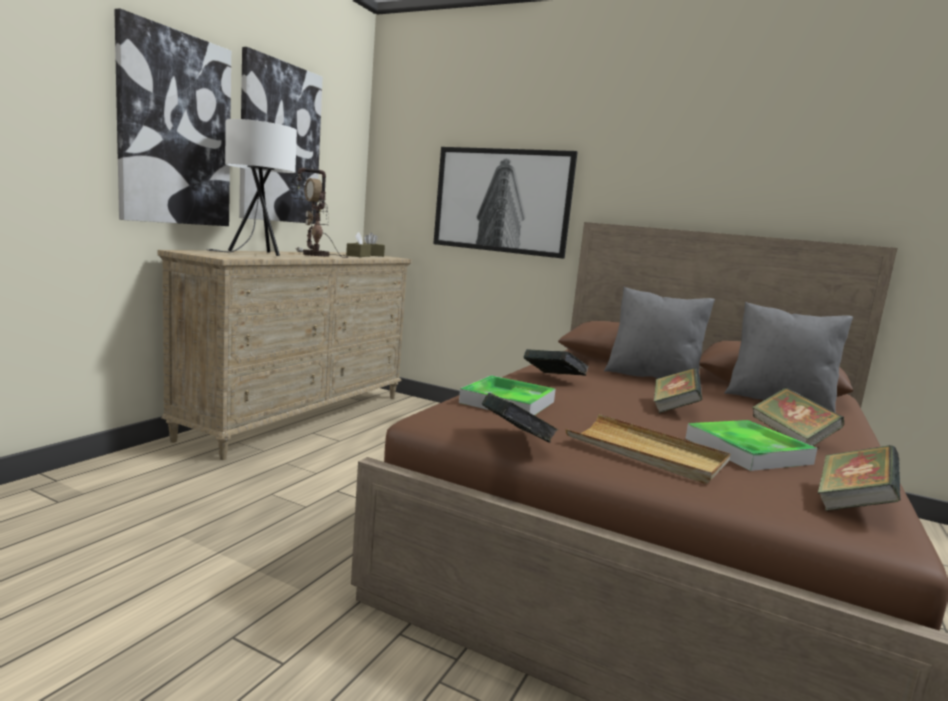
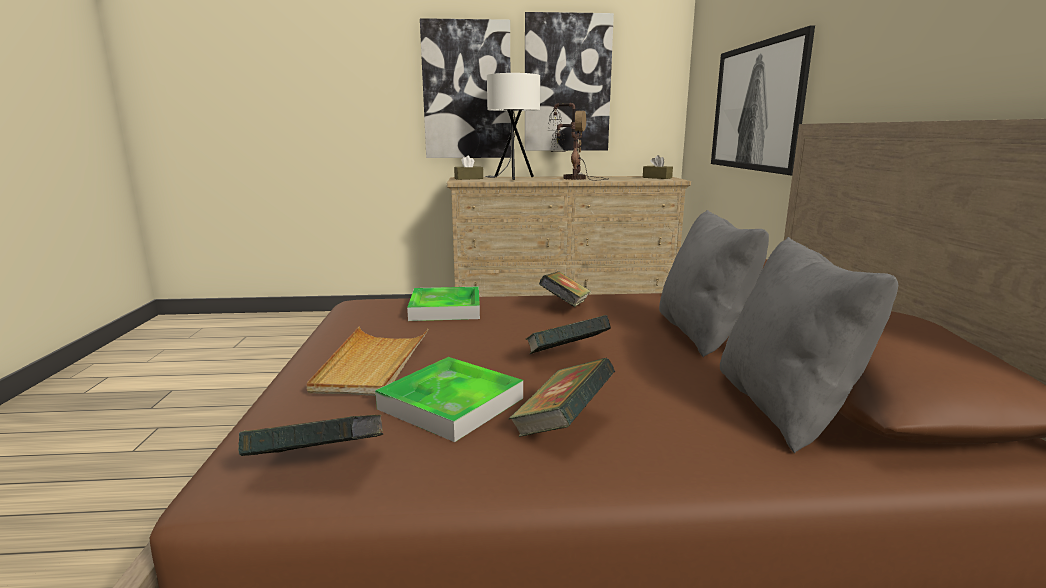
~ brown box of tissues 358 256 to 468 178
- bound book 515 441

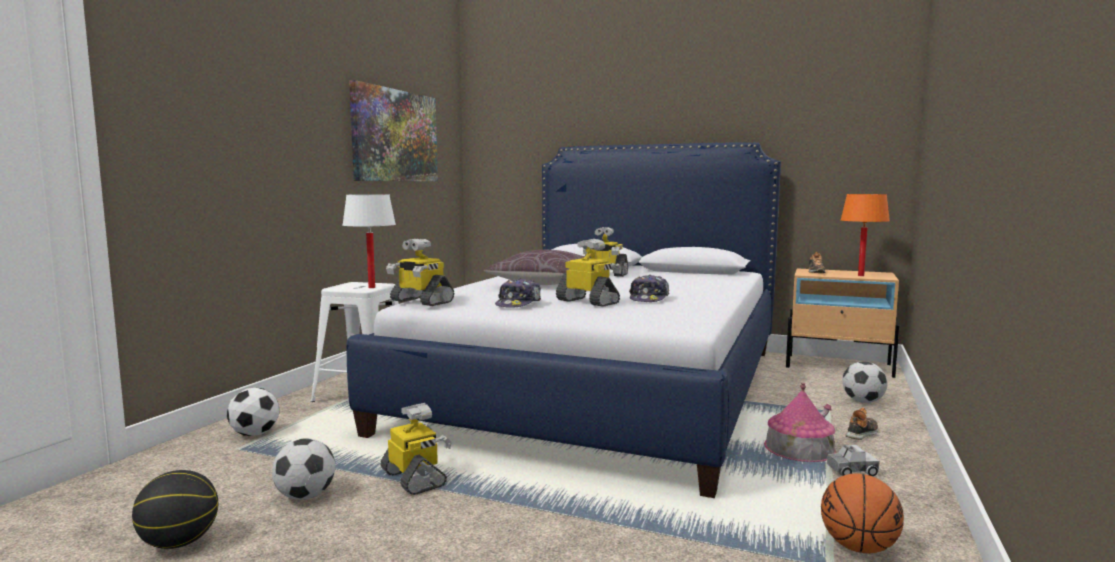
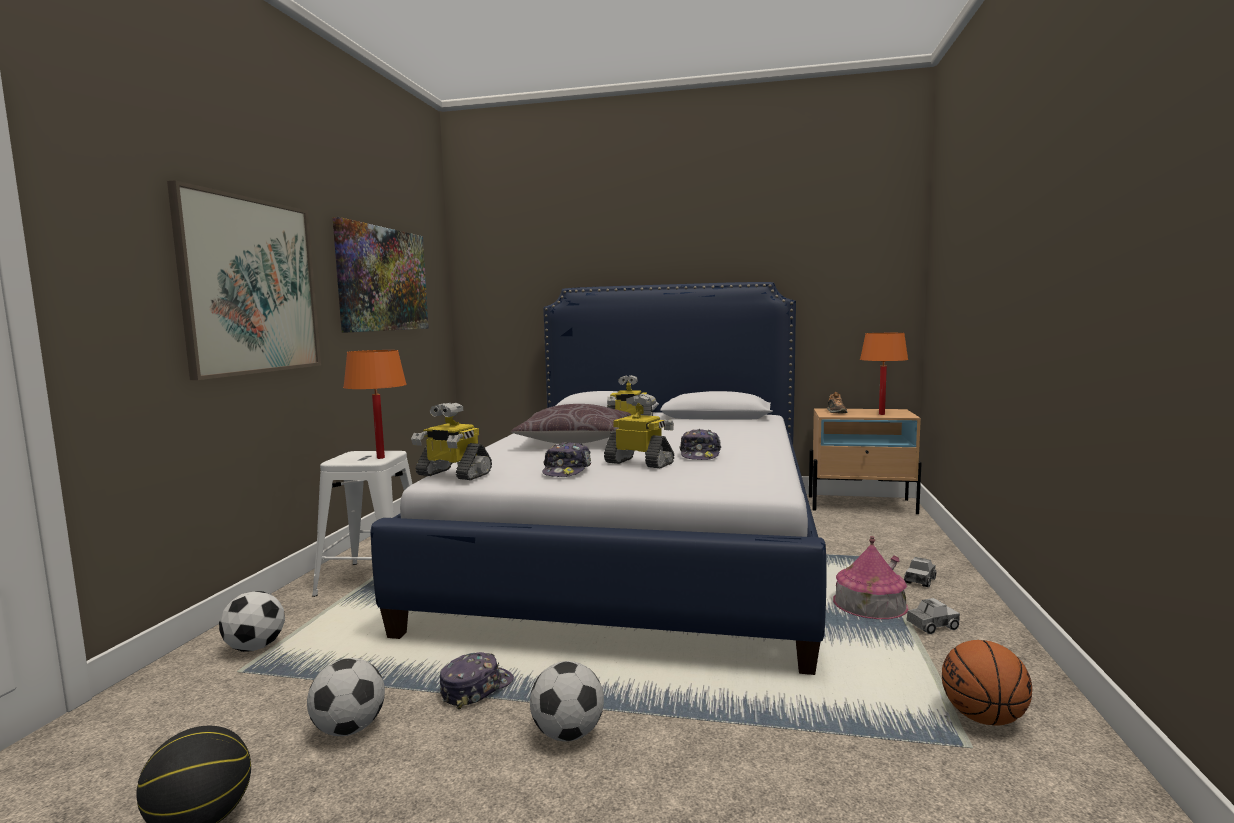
~ white lamp for a table 371 287 to orange-coloured lamp for a table 380 458
~ robot figure 415 479 to cap 476 688
~ football 863 401 to 568 734
~ item of footwear 862 433 to model truck 920 580
+ wall art 251 286

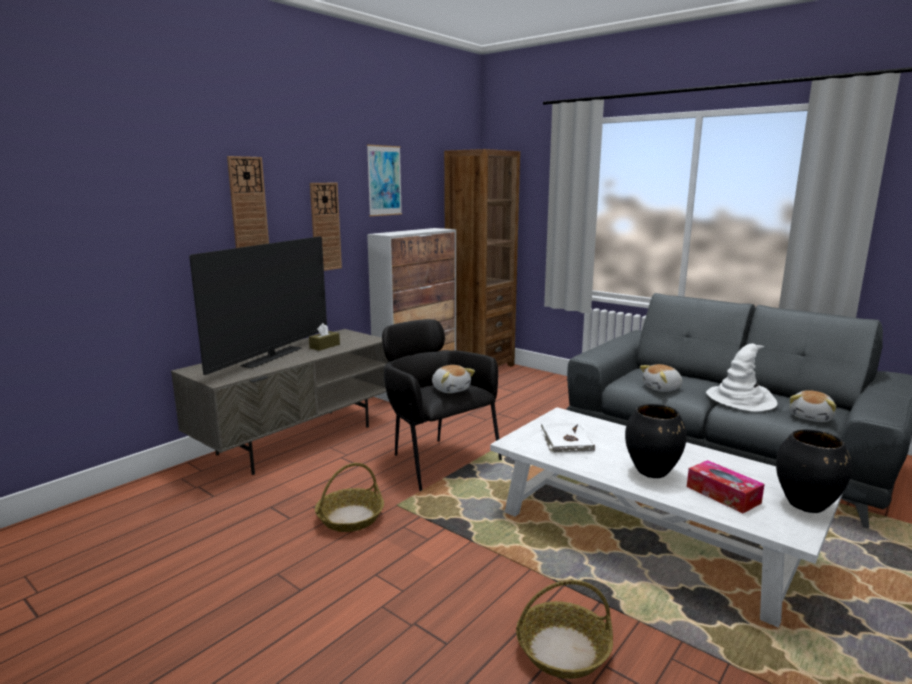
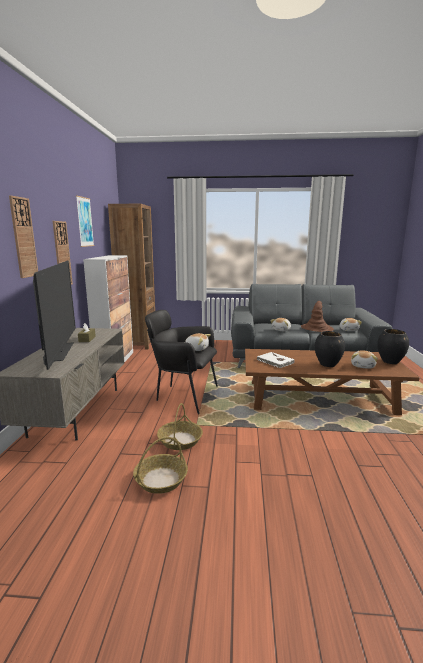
~ white low table 649 532 to brown low table 319 397
~ storage basket 562 650 to 161 480
~ box of tissues 723 494 to soft toy 363 366
~ white clothing hat 741 399 to brown clothing hat 317 328

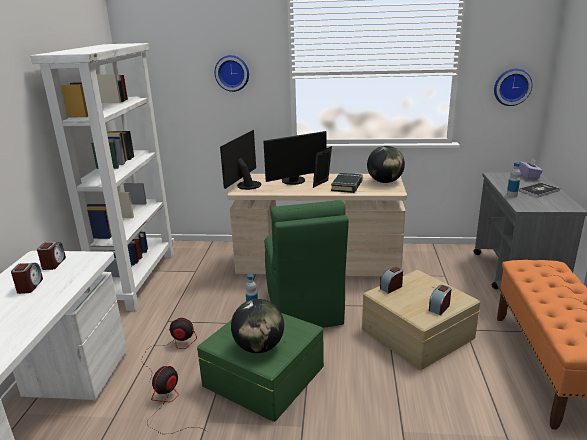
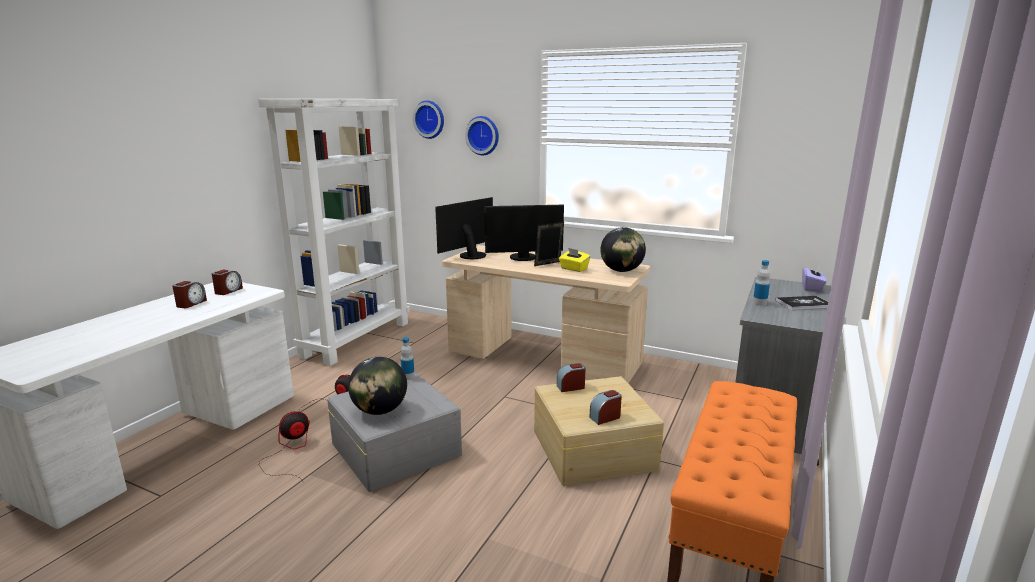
~ green-coloured storage box 263 375 to grey storage box 396 448
- green-coloured plain chair 303 308
~ black-coloured bound book 347 186 to yellow-coloured box of tissues 573 269
~ wall clock 511 87 to 430 119

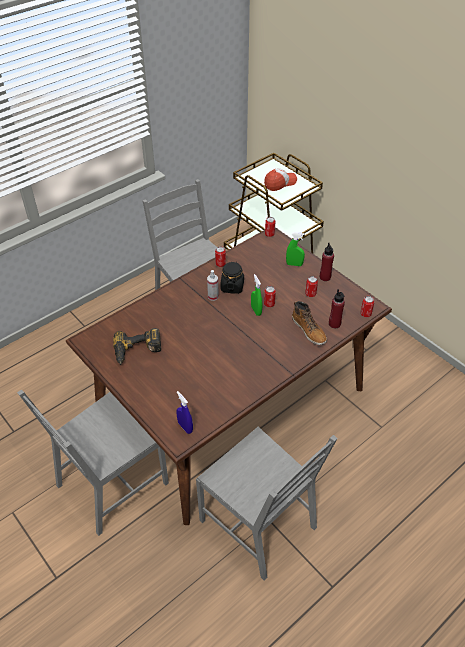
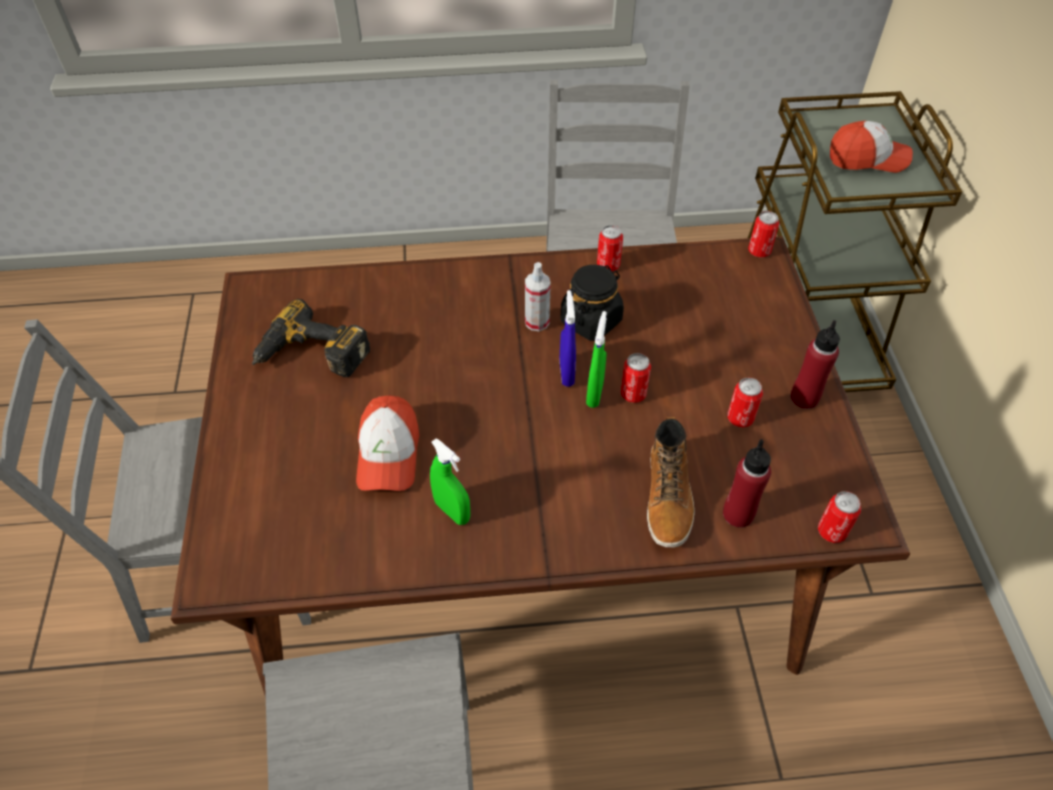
~ blue-coloured sprayer 185 427 to 566 373
~ green-coloured sprayer 294 264 to 452 511
+ cap 388 454

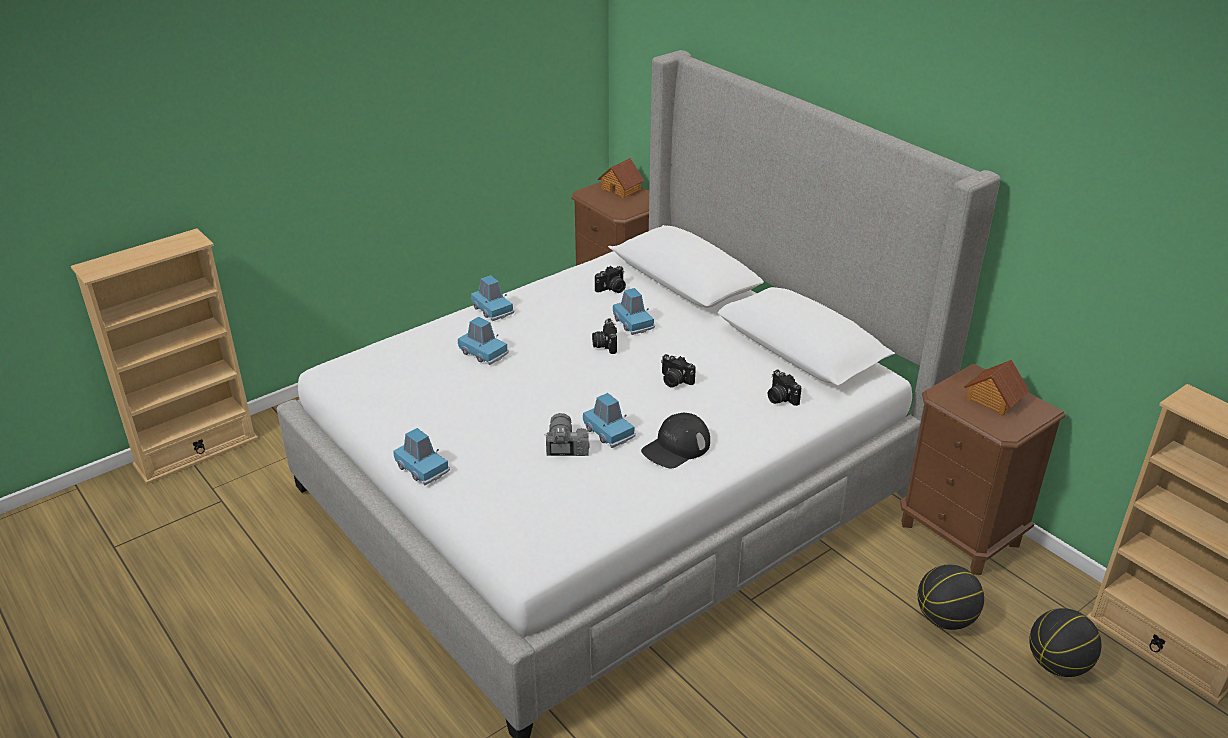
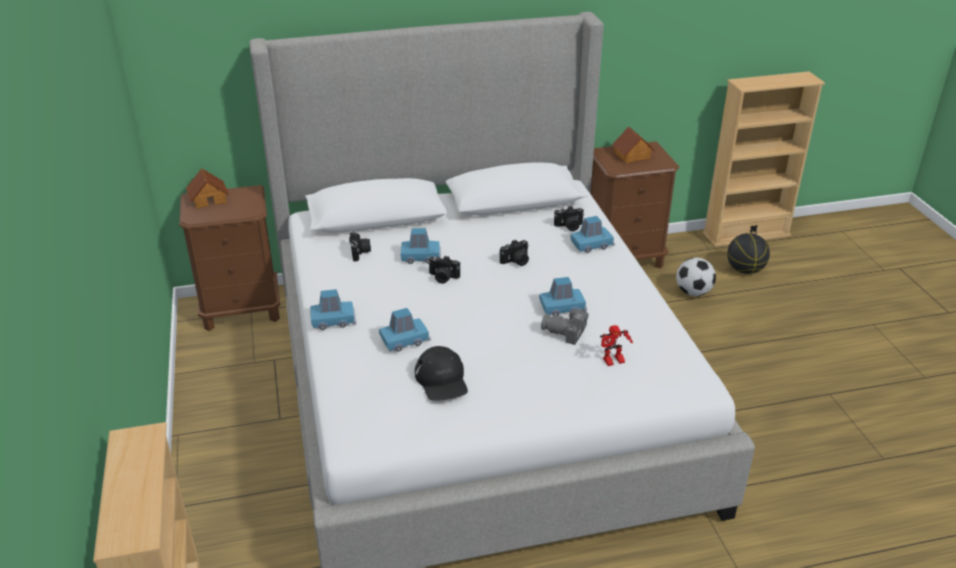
~ blue-coloured model car 422 468 to 592 245
~ black-coloured cap 676 447 to 442 380
~ ball for basketball 945 619 to football 693 292
+ robot figure 613 362

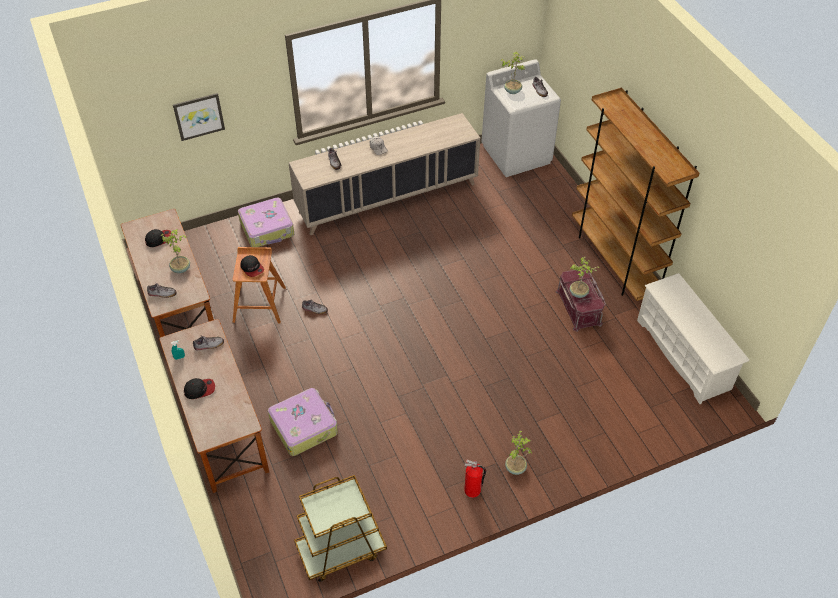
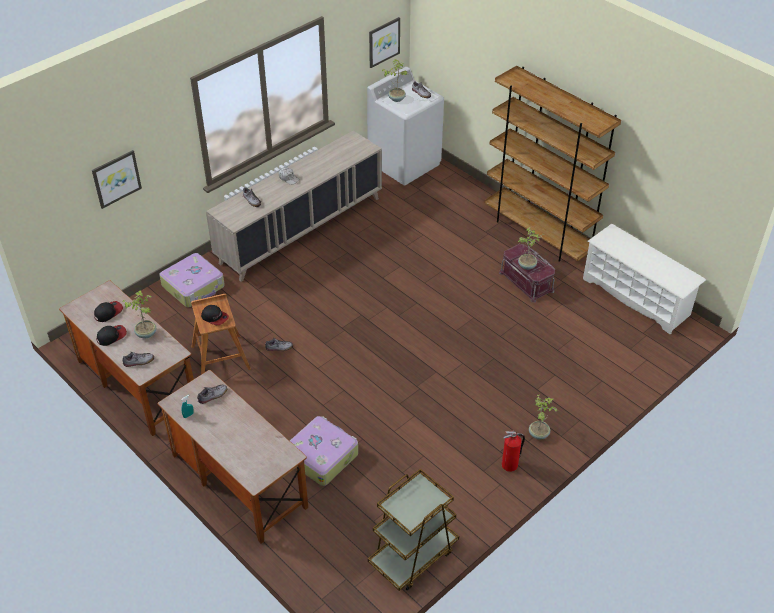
~ cap 200 389 to 111 336
+ wall art 383 42

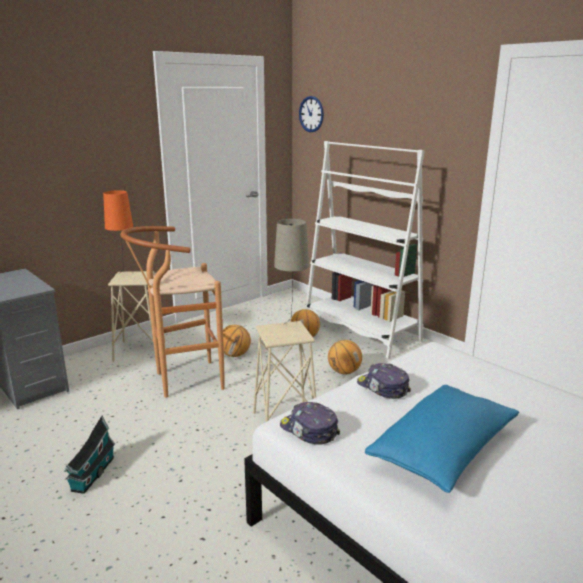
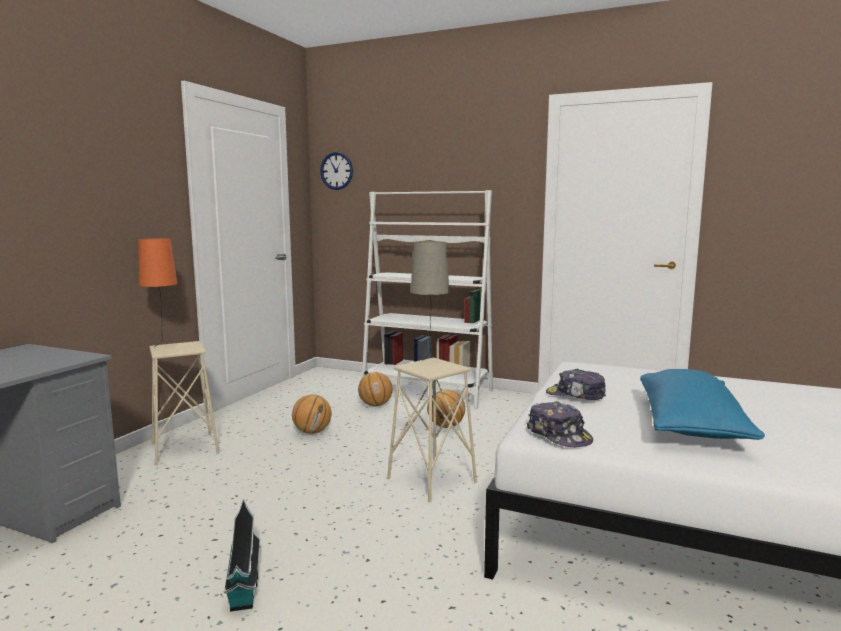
- brown stool seat 182 381
~ cap 308 431 = 559 435 135 degrees counterclockwise

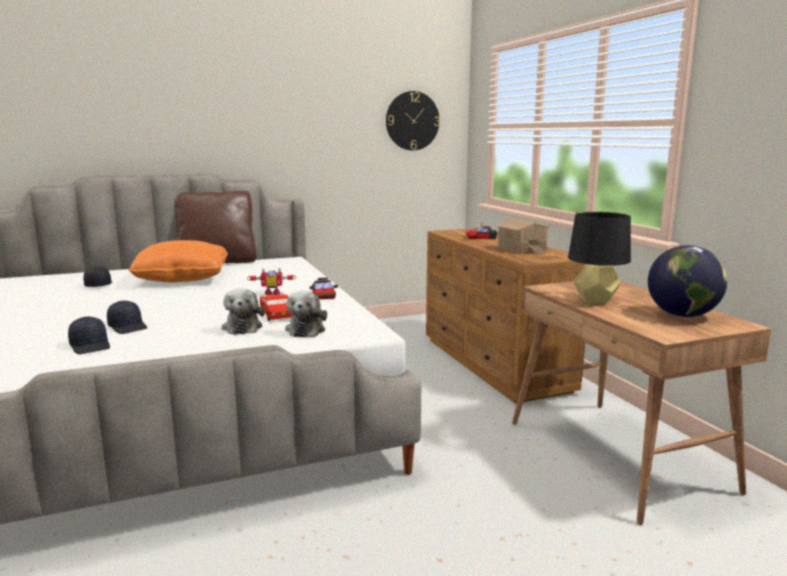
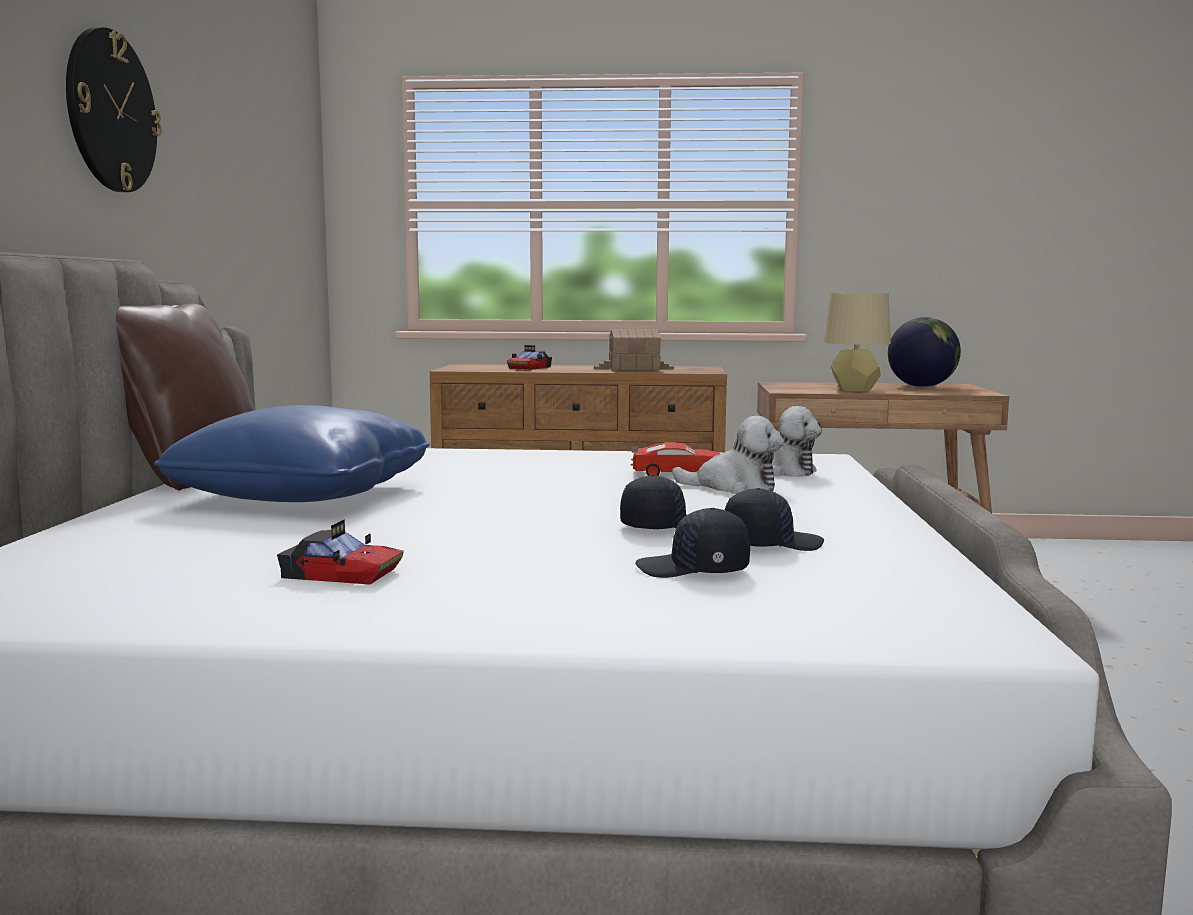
~ black-coloured cap 98 285 to 693 570
~ orange-coloured throw pillow 182 278 to blue-coloured throw pillow 303 495
- robot figure 272 293
~ model car 323 295 to 341 573
~ wall clock 412 121 to 111 111
~ black-coloured lamp for a table 595 301 to beige lamp for a table 854 390

